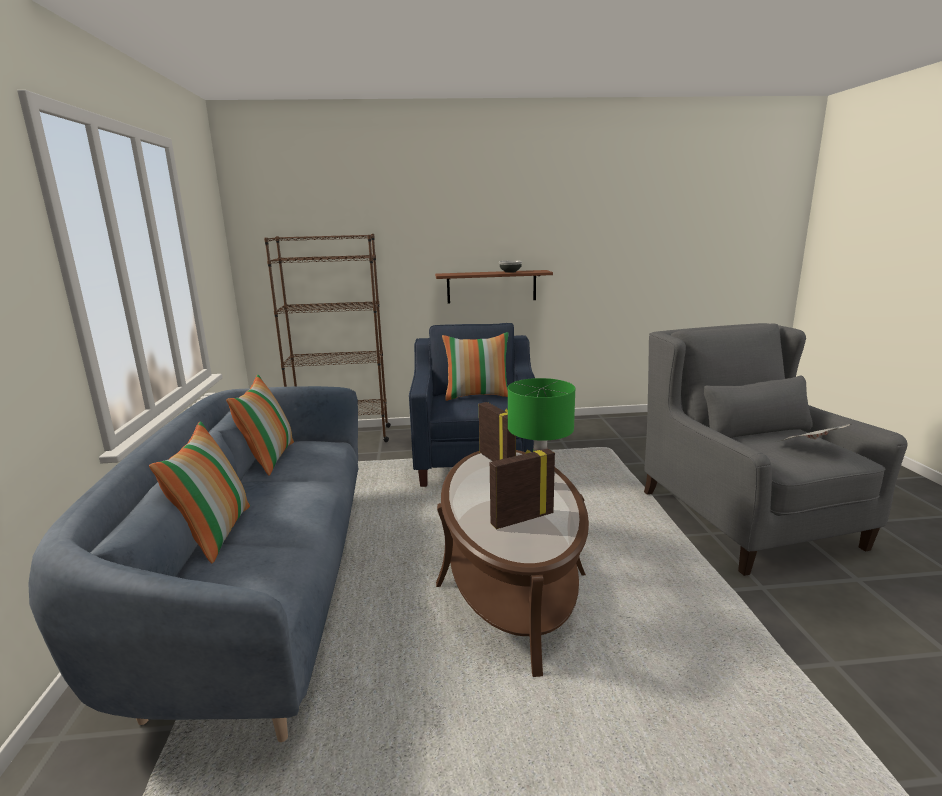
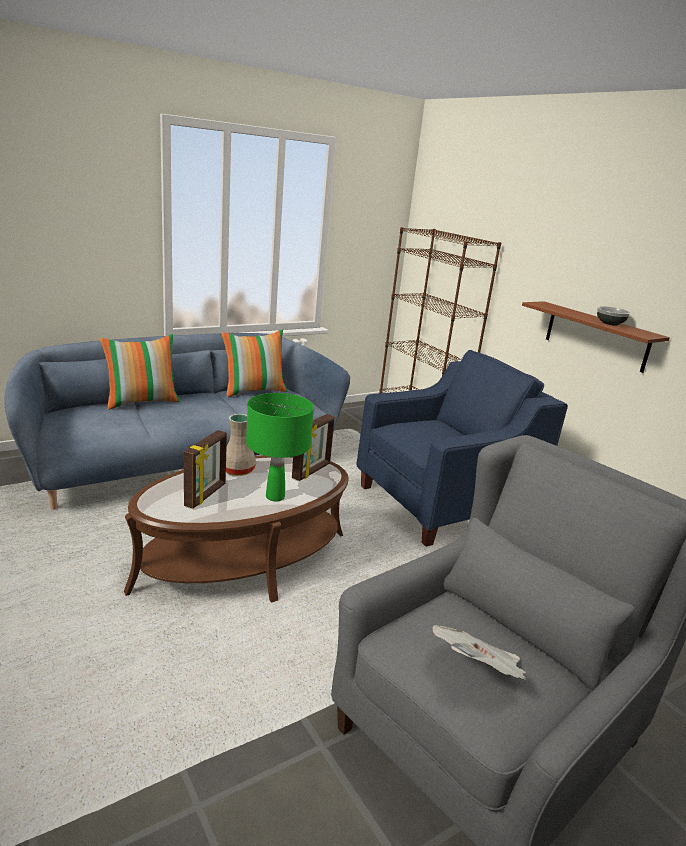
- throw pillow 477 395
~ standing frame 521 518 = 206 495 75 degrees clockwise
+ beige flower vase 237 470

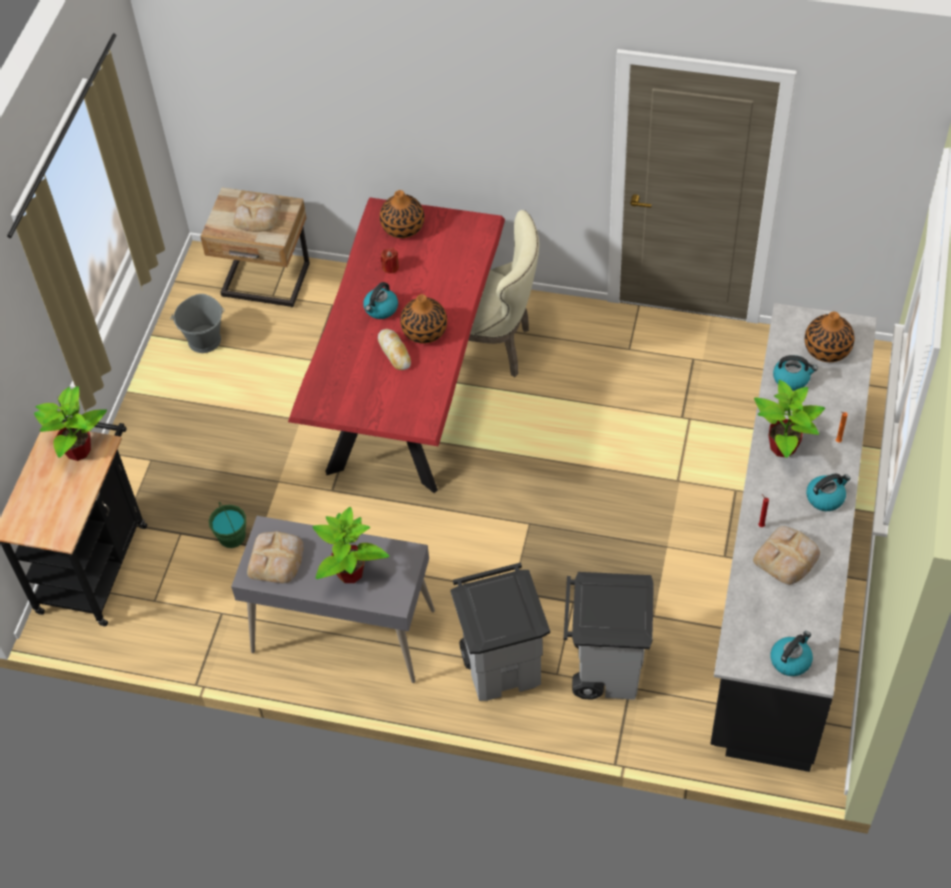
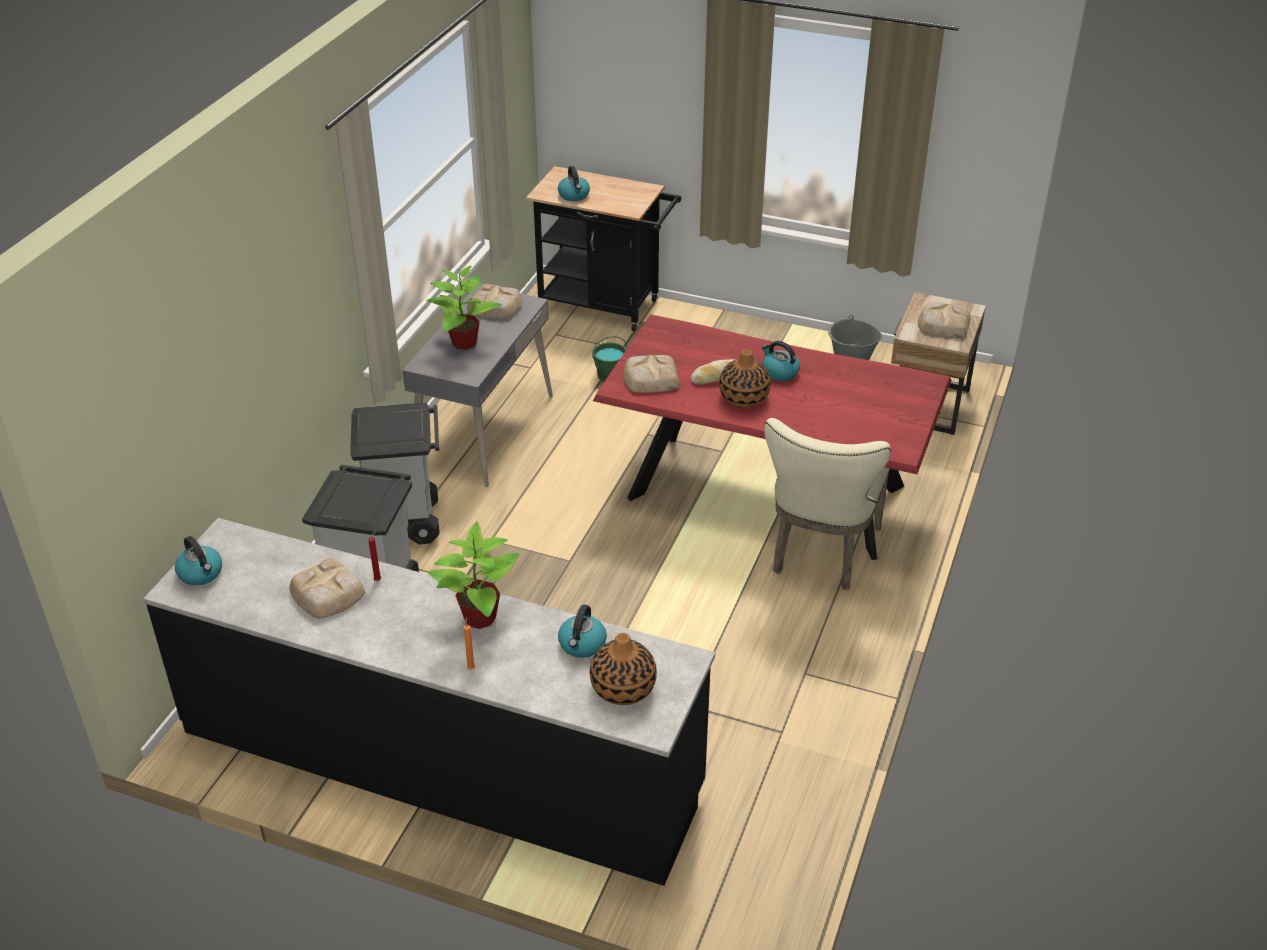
- houseplant 78 450
- flower vase 403 227
- red-coloured candle 390 267
~ water kettle 825 497 to 574 195
+ bread 650 378

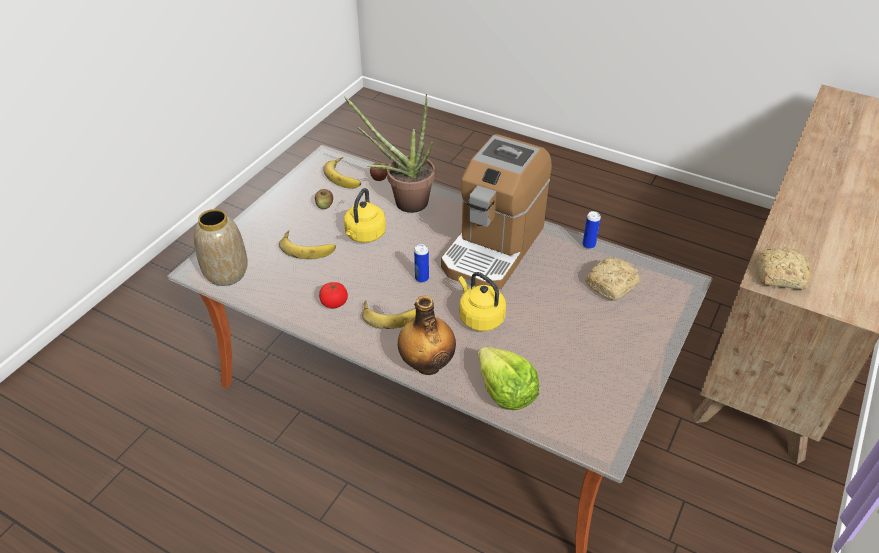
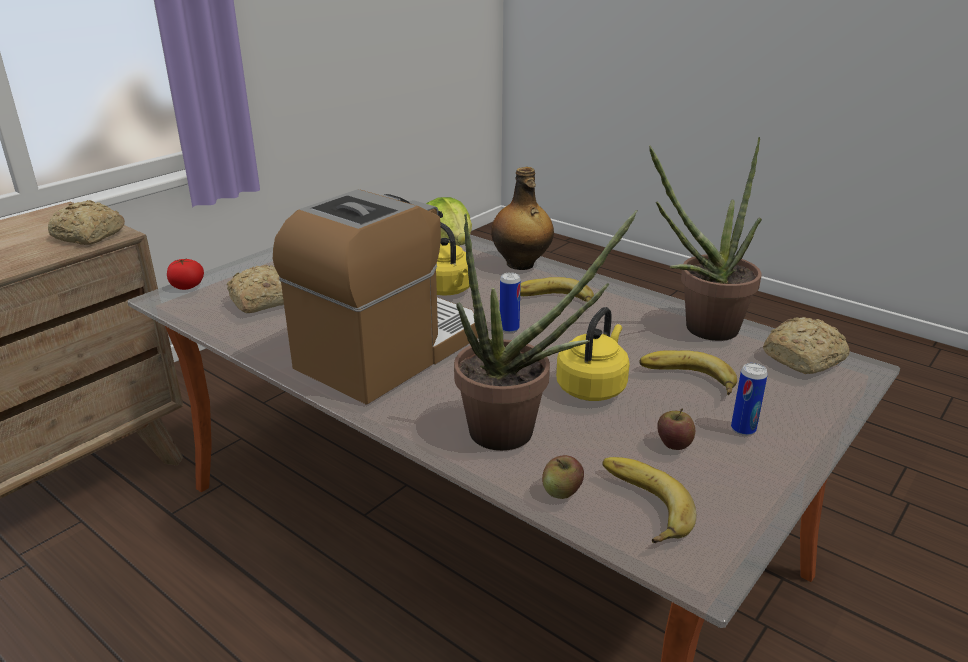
~ flower vase 225 273 to bread 805 358
~ fresh tomato 334 303 to 187 287
~ metal can 588 245 to 743 429
+ houseplant 701 330

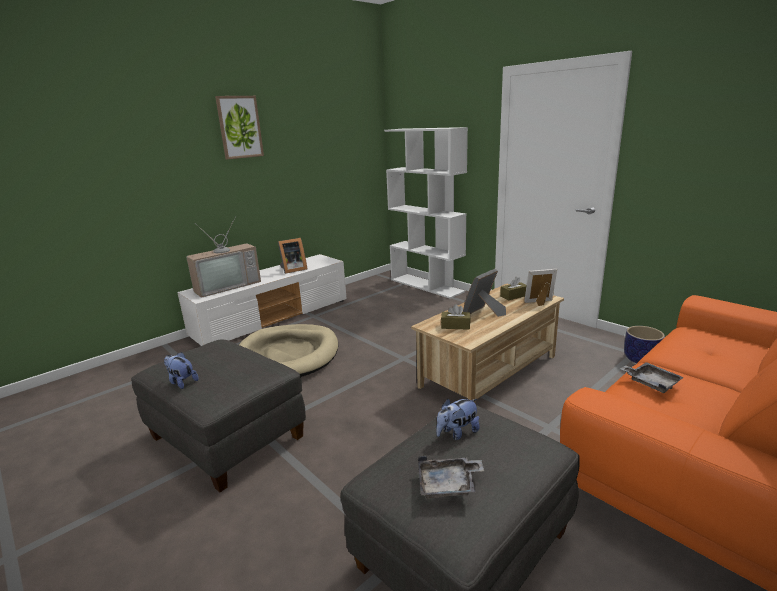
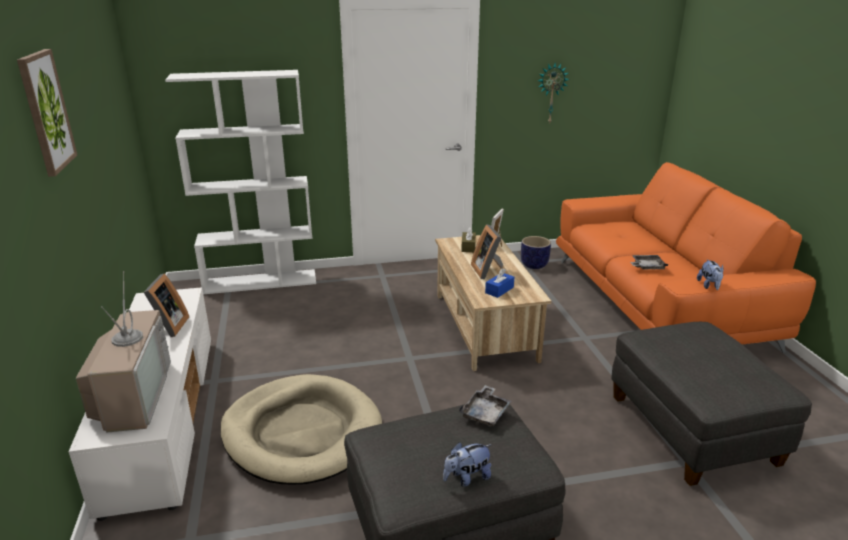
~ grey serving tray 448 485 to 485 413
~ soft toy 457 433 to 709 286
~ brown box of tissues 455 326 to blue-coloured box of tissues 499 290
+ wall clock 551 93

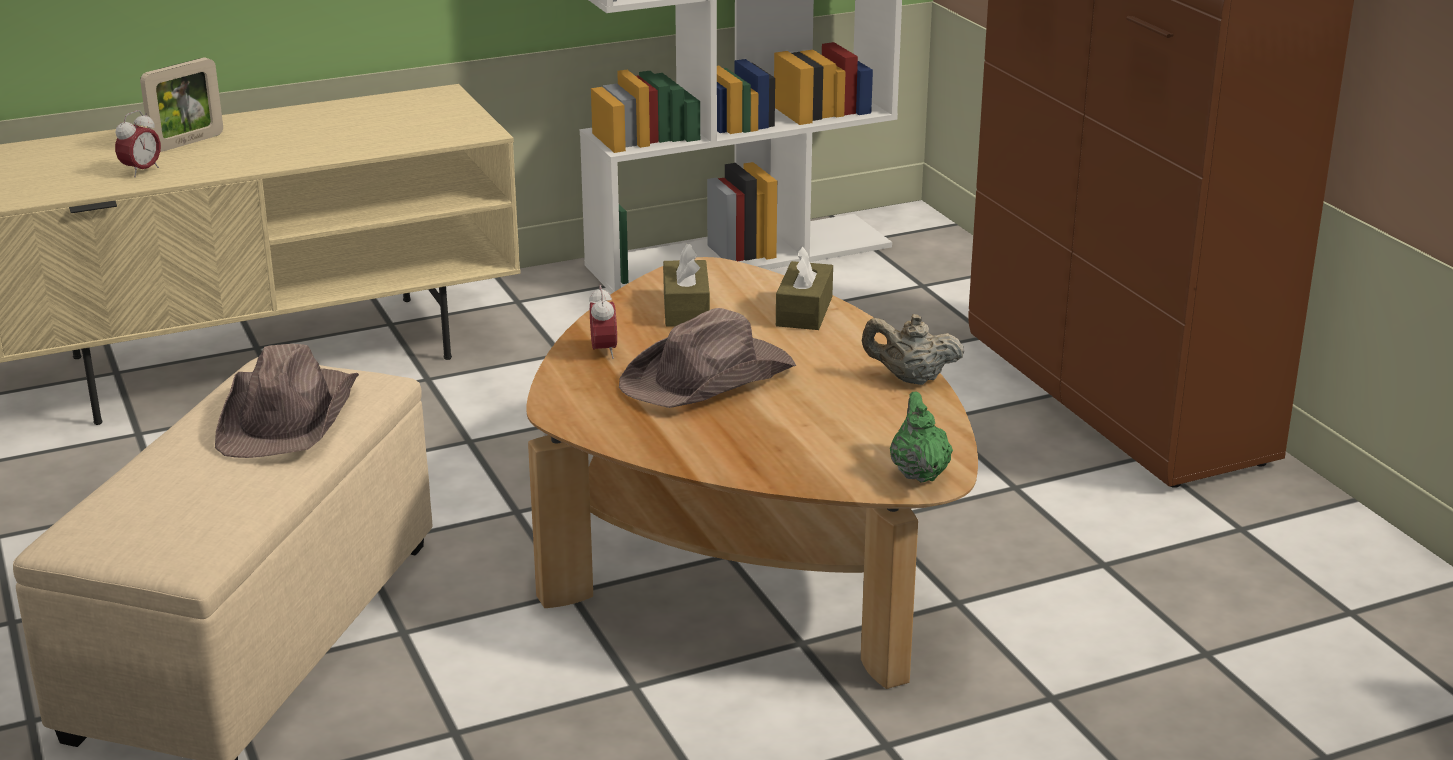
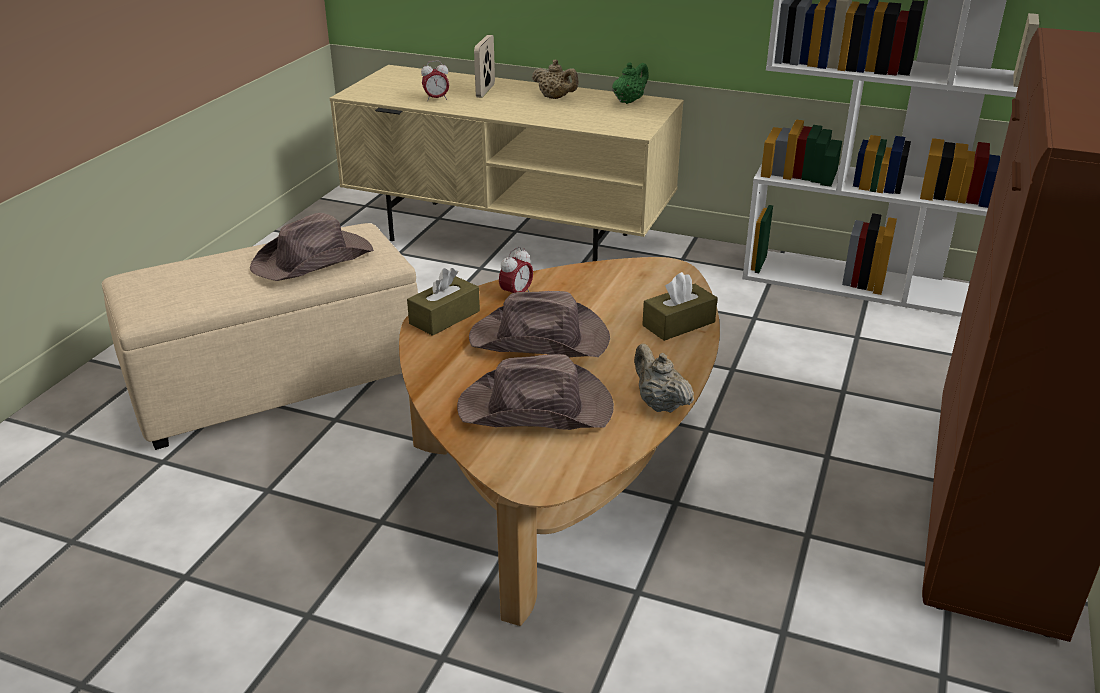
~ standing frame 187 142 = 485 91 105 degrees clockwise
~ brown box of tissues 686 309 to 444 317
~ green-coloured pot for tea 919 472 to 629 101
+ brown clothing hat 537 409
+ beige pot for tea 555 98

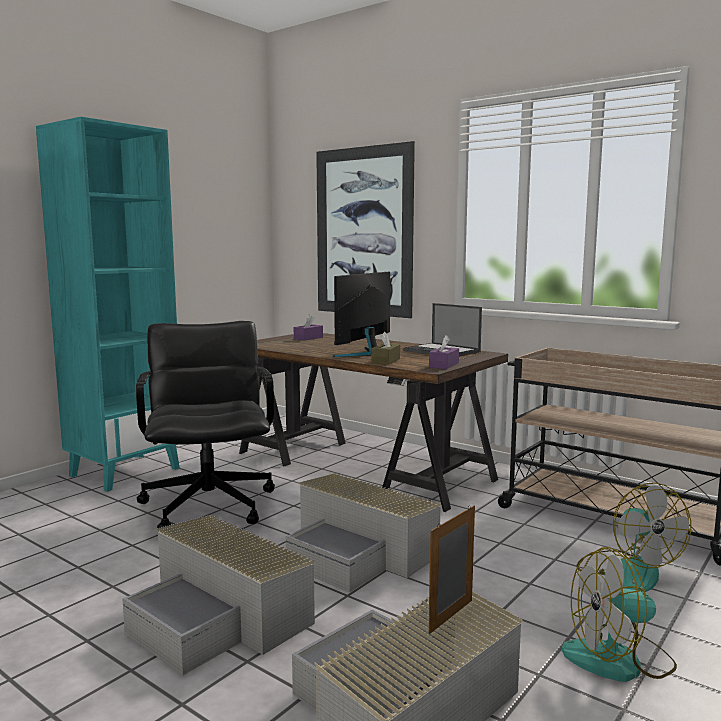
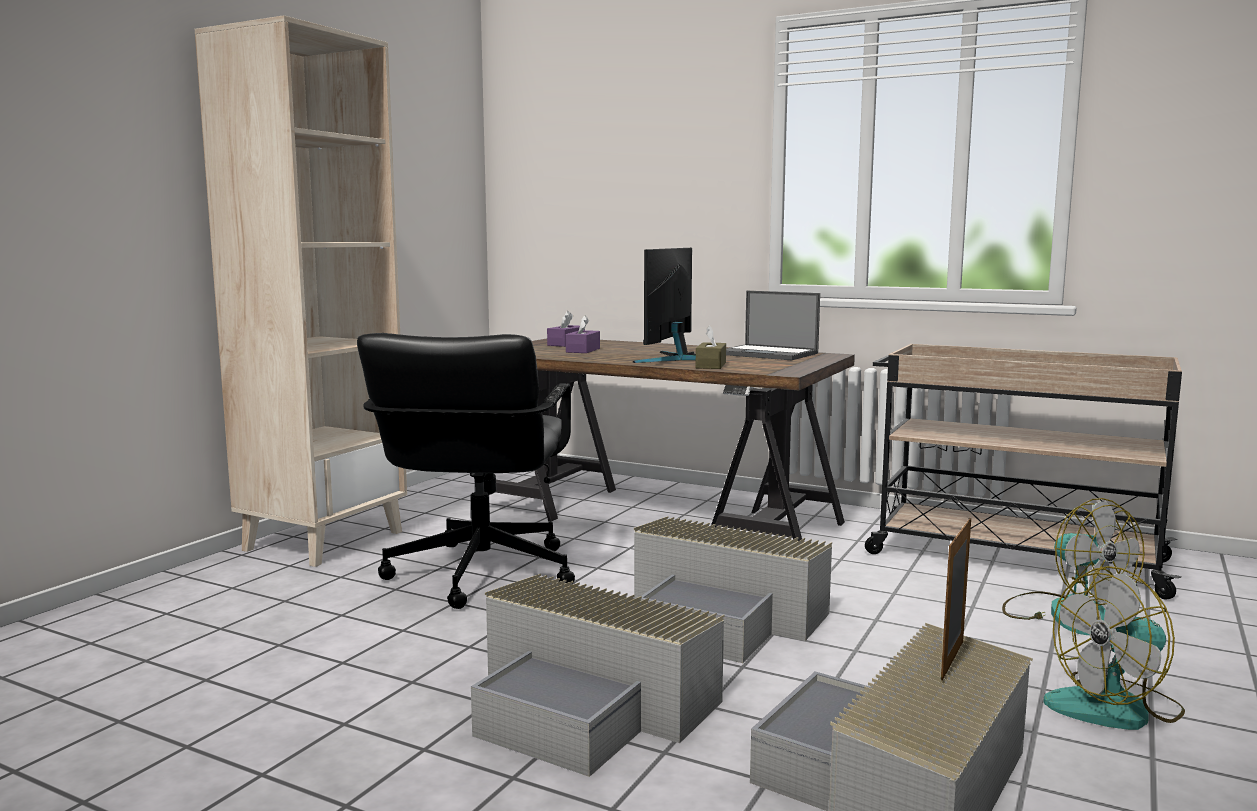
~ blue-green bookcase 125 471 to beige bookcase 324 540
~ black-coloured office chair 210 505 = 479 574 150 degrees counterclockwise
- wall art 363 232
~ purple-coloured box of tissues 444 365 to 583 350

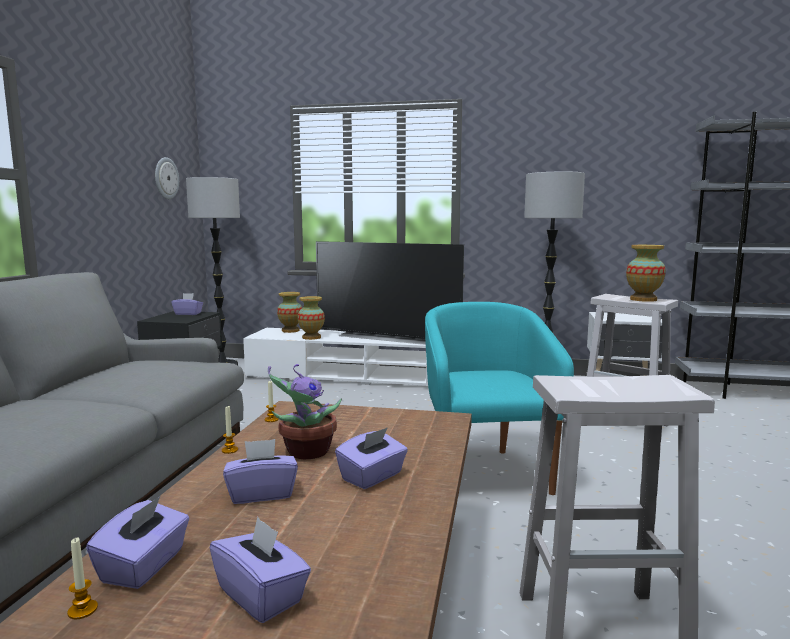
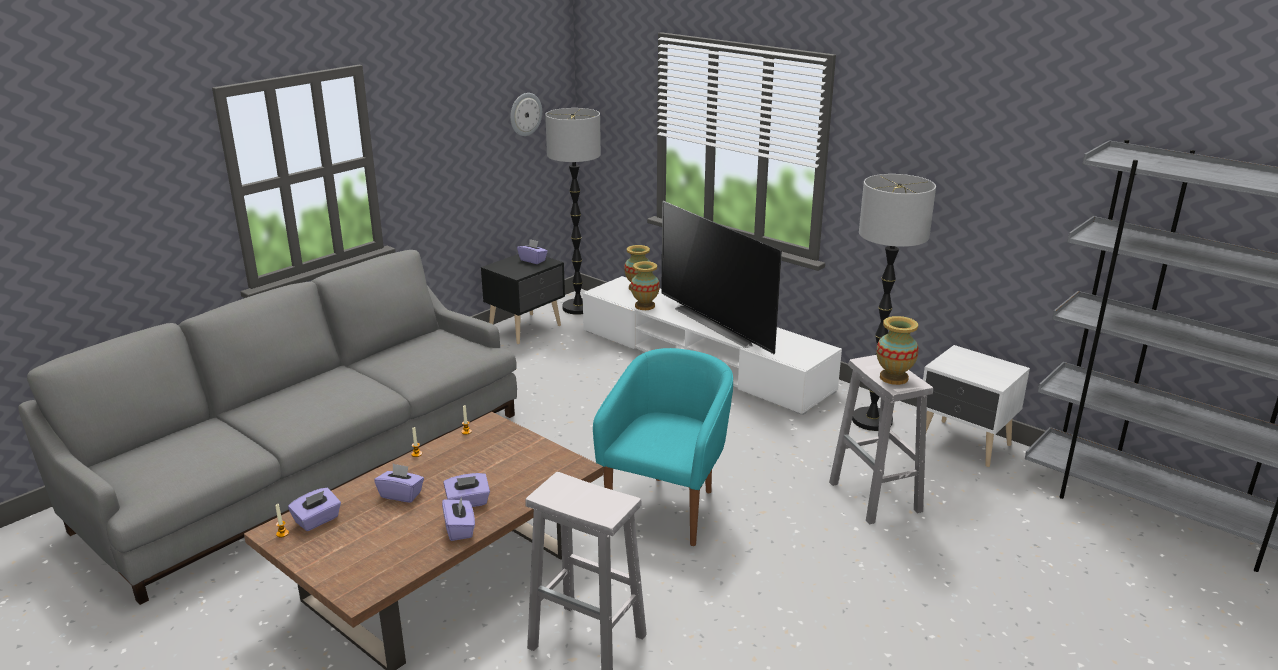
~ purple-coloured box of tissues 261 595 to 460 529
- houseplant 305 452

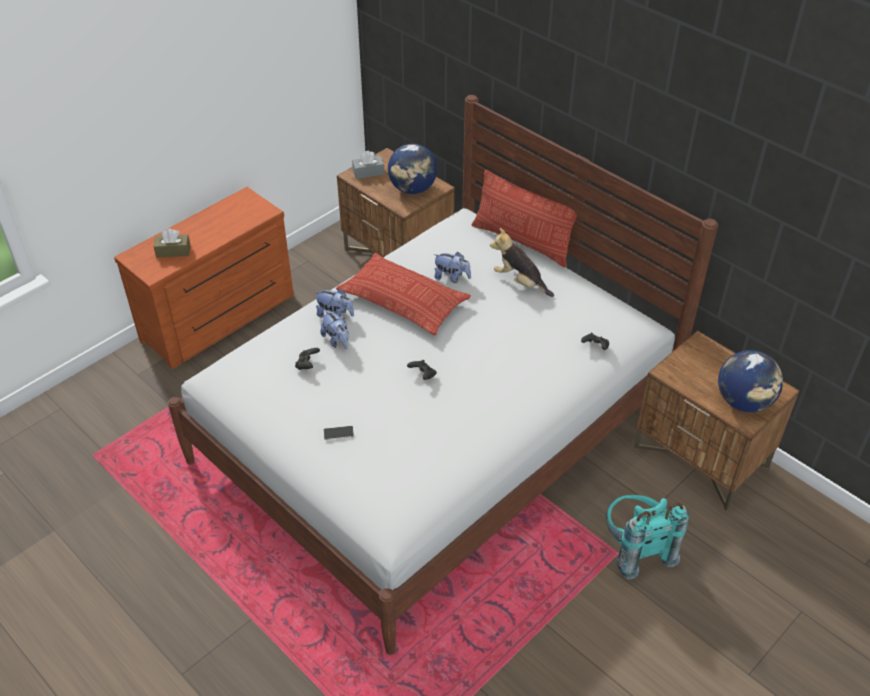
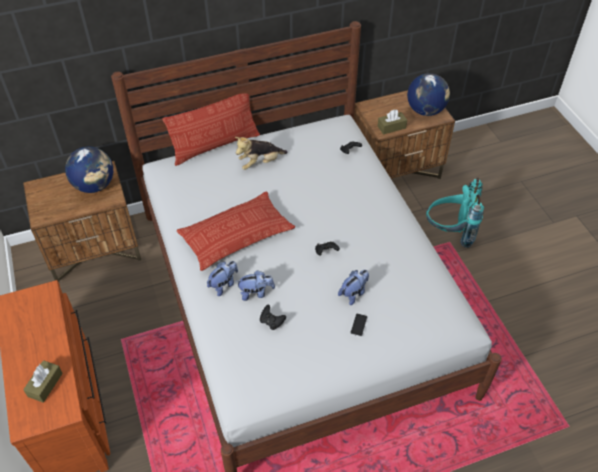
- grey box of tissues 368 172
~ soft toy 451 277 to 354 293
+ brown box of tissues 391 127

